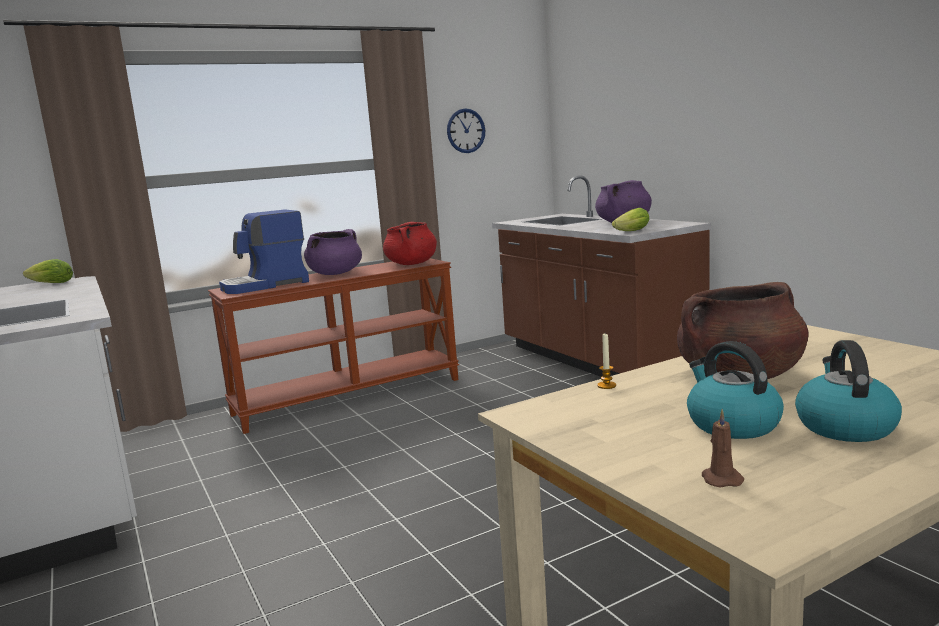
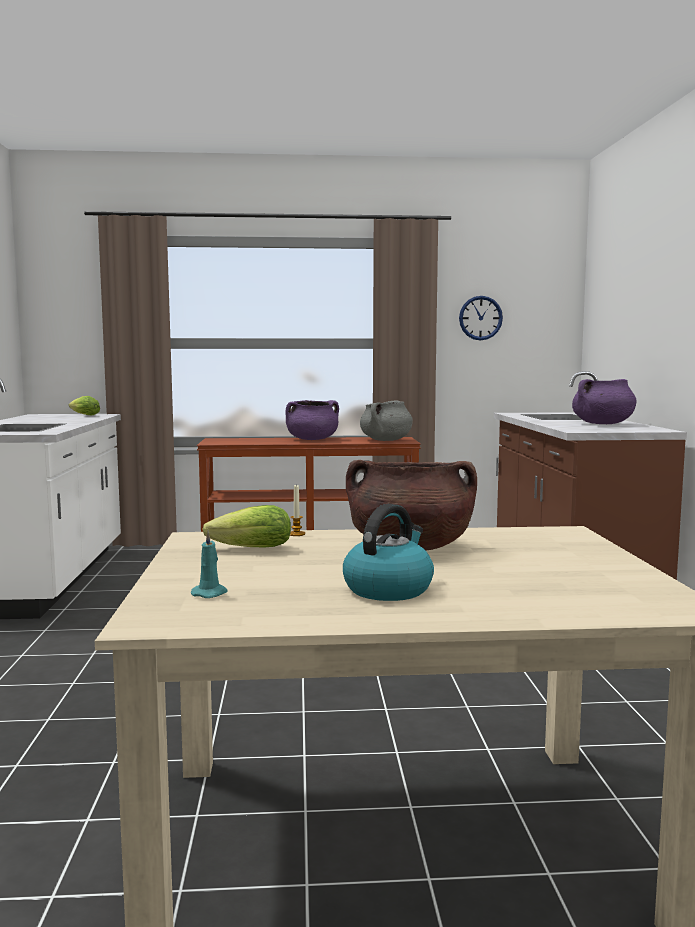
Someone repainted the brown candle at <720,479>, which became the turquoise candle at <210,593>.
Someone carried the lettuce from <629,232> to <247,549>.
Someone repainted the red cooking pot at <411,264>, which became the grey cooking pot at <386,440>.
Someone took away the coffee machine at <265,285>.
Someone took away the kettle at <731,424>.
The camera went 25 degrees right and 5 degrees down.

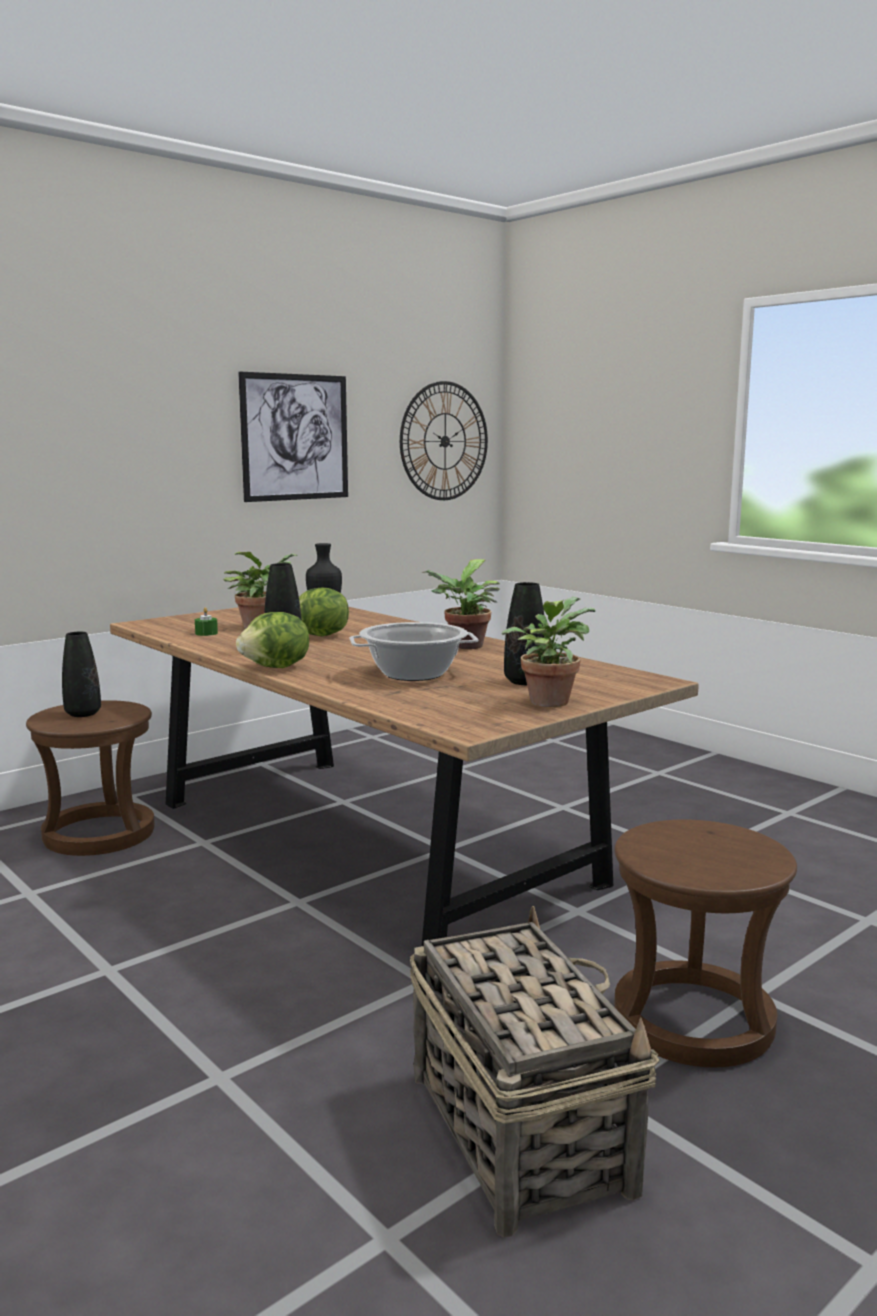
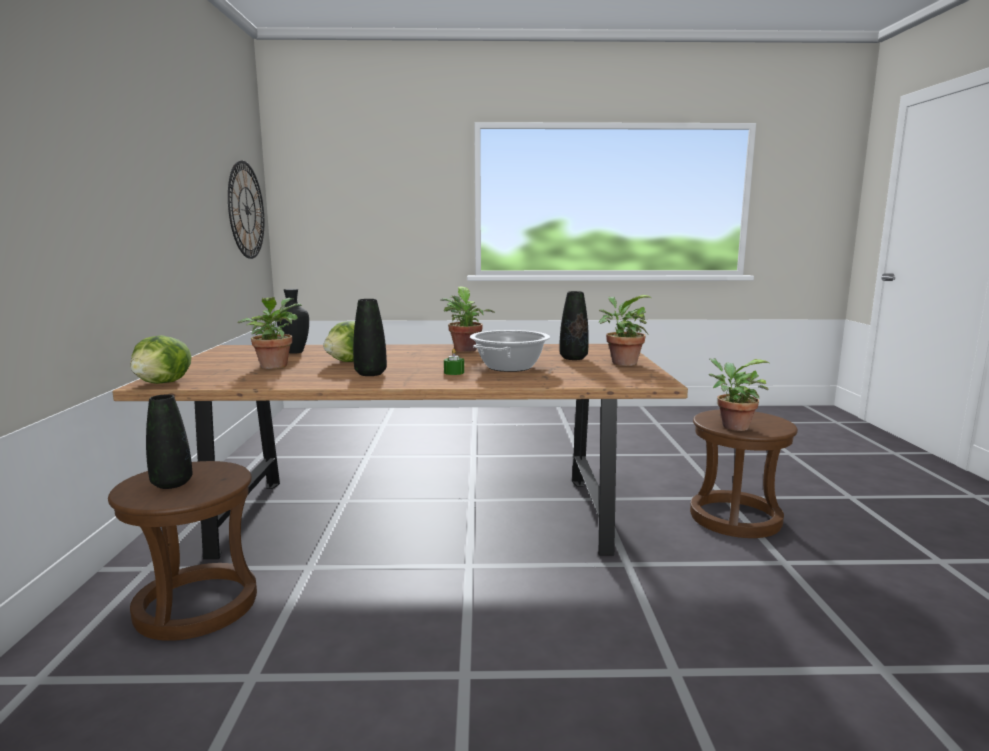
Someone carried the lettuce from <276,668> to <164,383>.
Someone carried the green candle from <206,633> to <454,372>.
Someone put down the potted plant at <731,426>.
Someone took away the picture at <295,437>.
Someone took away the basket at <518,1129>.
The camera went 50 degrees left and 0 degrees up.

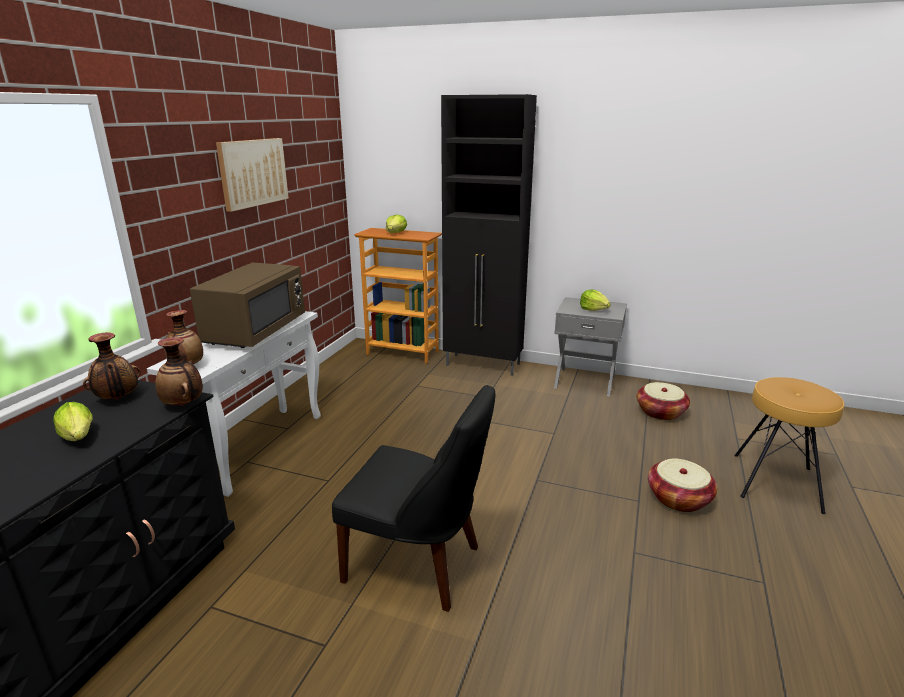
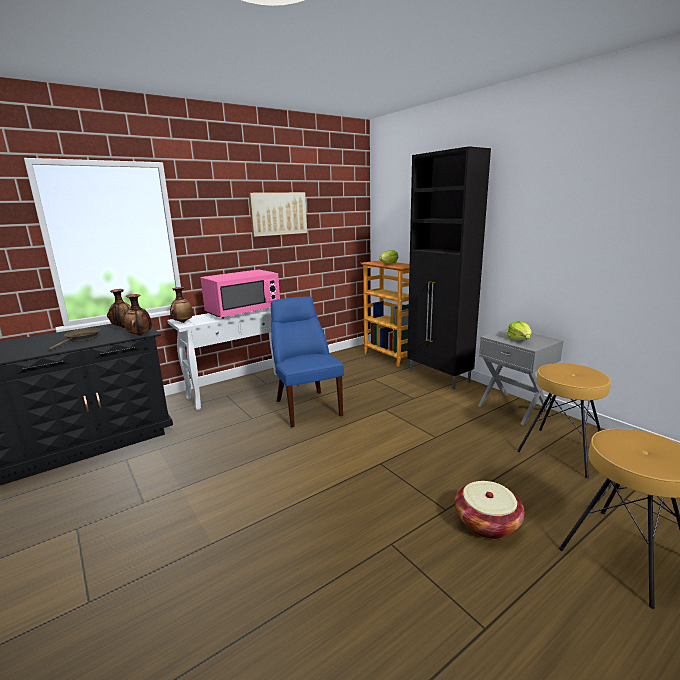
Someone swapped the lettuce at <79,438> for the brown frying pan at <81,339>.
Someone repainted the brown microwave at <256,331>, which became the pink microwave at <243,312>.
Someone put down the blue chair at <306,406>.
Someone swapped the basket at <660,412> for the brown stool at <561,451>.
Someone took away the black chair at <418,565>.
The camera went 35 degrees right and 5 degrees down.

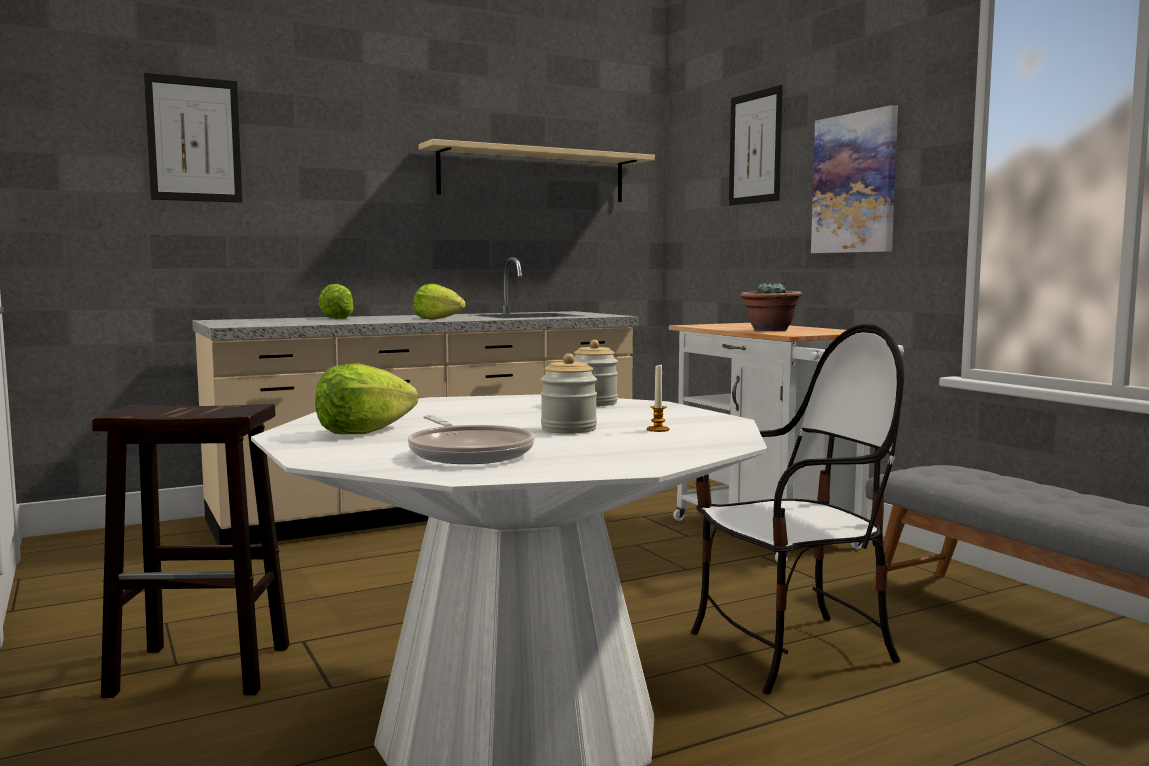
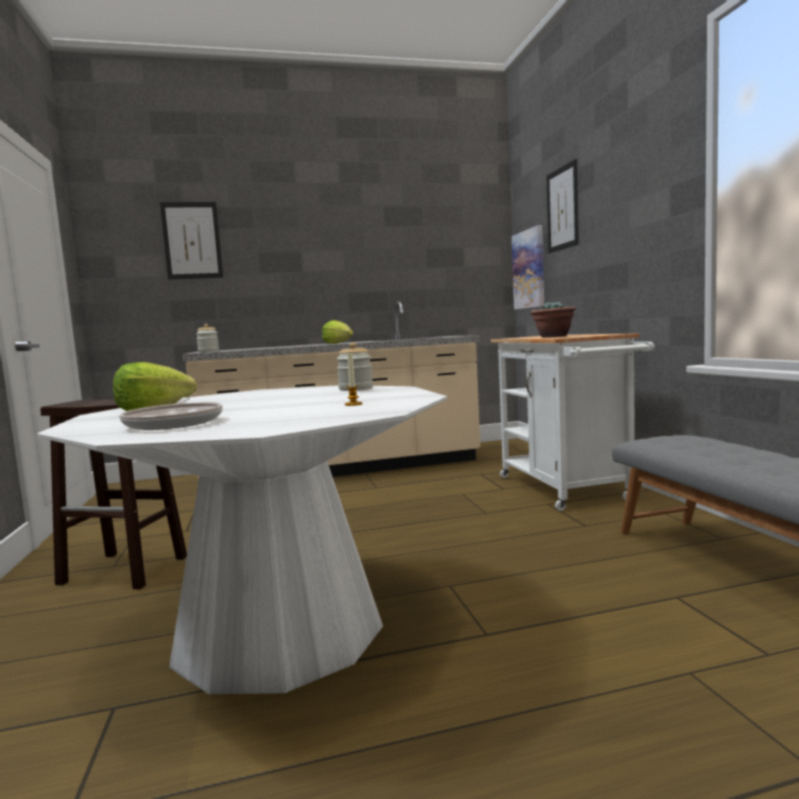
Someone carried the jar from <568,429> to <208,351>.
Someone carried the picture from <855,183> to <529,269>.
Someone took away the lettuce at <338,318>.
Someone took away the beige shelf at <533,175>.
Someone took away the chair at <792,651>.
The camera went 15 degrees right and 0 degrees up.

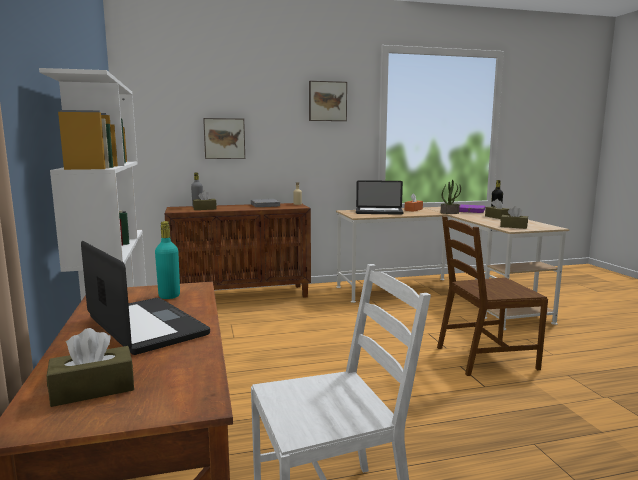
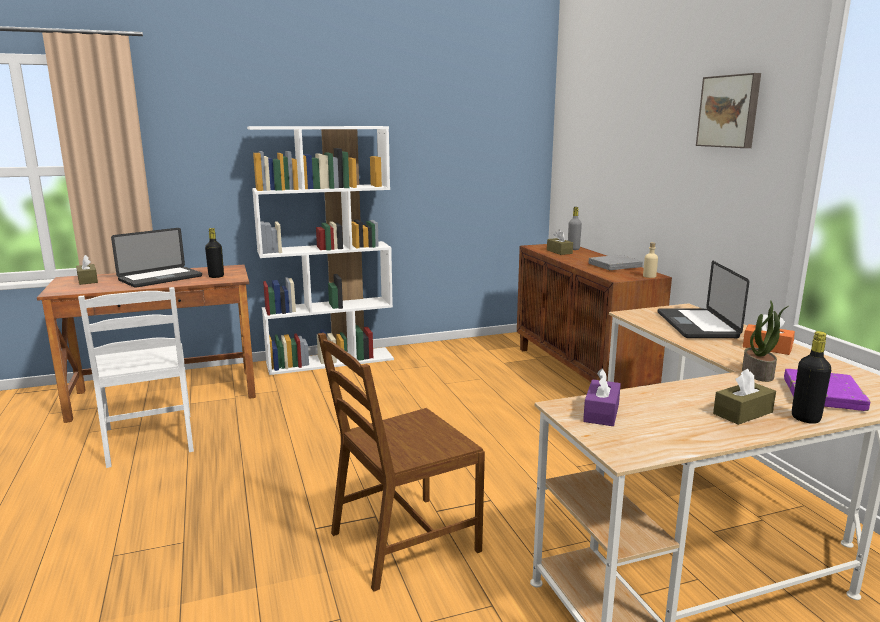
Someone repainted the turquoise bottle at <169,296>, which became the black bottle at <216,276>.
Someone rotated the brown chair at <485,358> by 105 degrees counterclockwise.
Someone repainted the brown tissue box at <513,227>, which became the purple tissue box at <601,413>.
Someone took away the picture at <224,138>.
The camera went 85 degrees right and 5 degrees up.

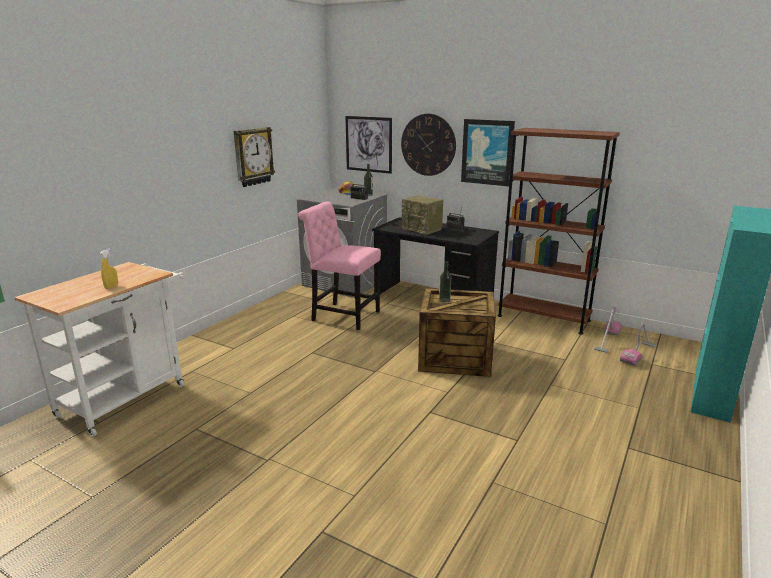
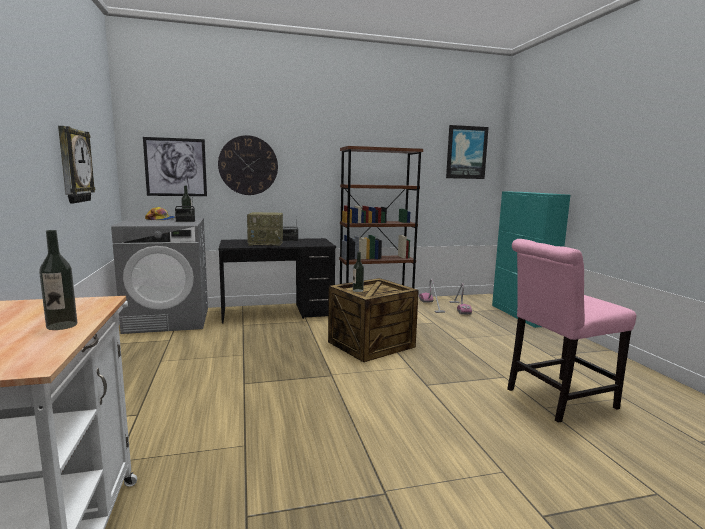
Someone swapped the yellow spray bottle at <111,286> for the bottle at <62,325>.
Someone carried the picture from <487,152> to <466,152>.
Someone carried the pink chair from <342,315> to <556,399>.
The camera went 45 degrees left and 10 degrees down.

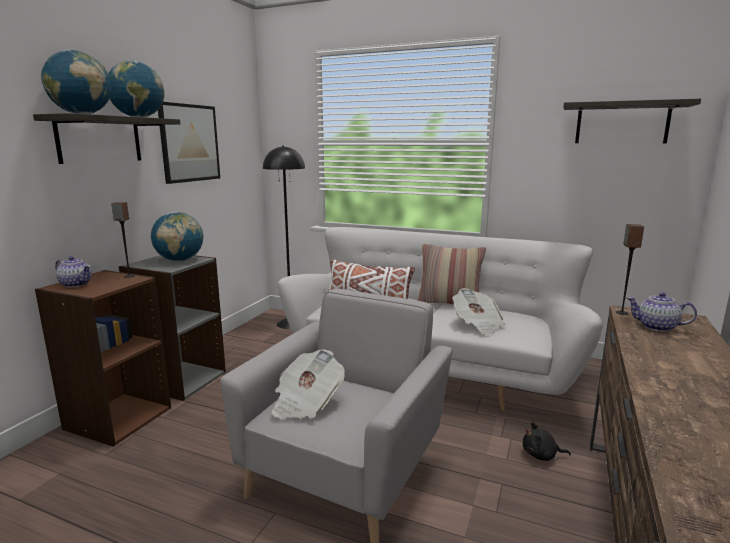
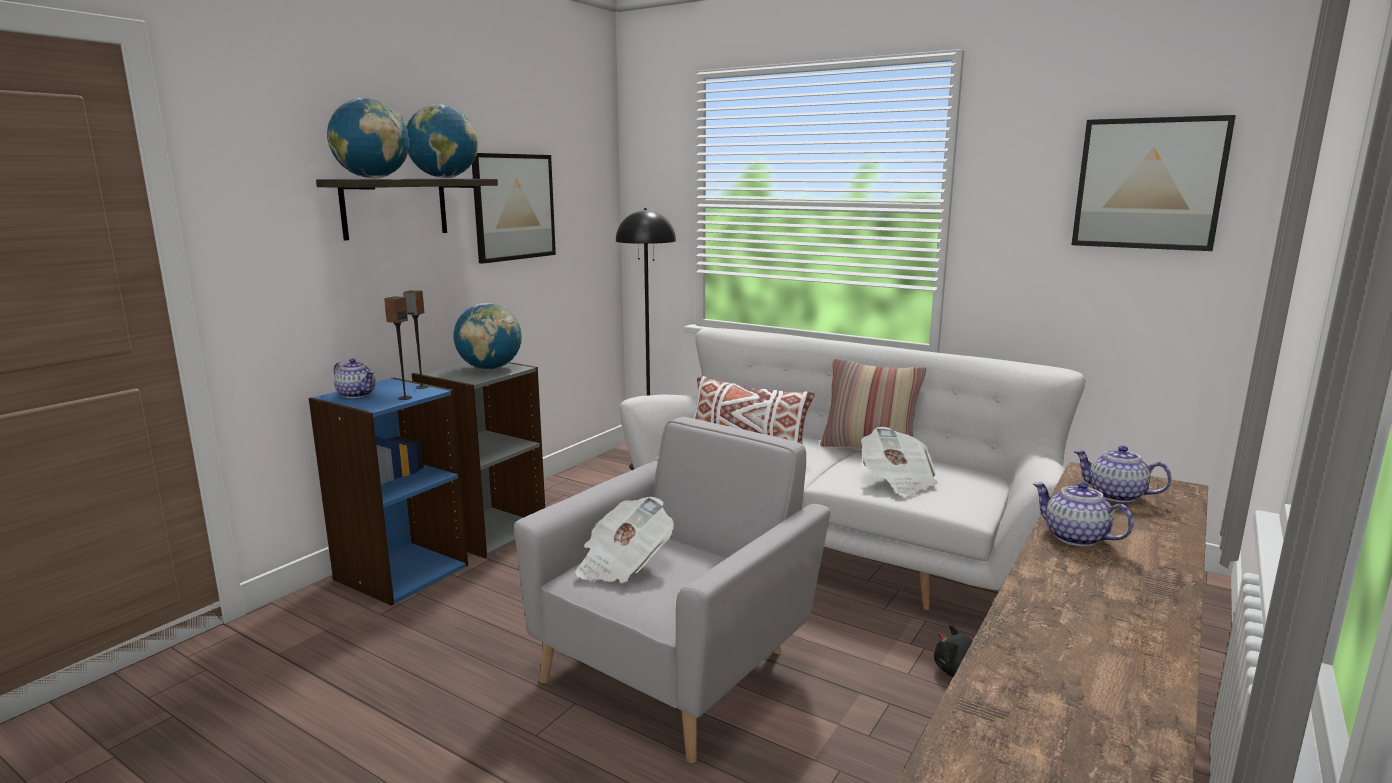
Someone repainted the brown bookcase at <117,418>, which became the blue bookcase at <401,572>.
Someone carried the speaker from <621,313> to <405,398>.
Someone put down the teapot at <1075,537>.
Someone swapped the shelf at <622,123> for the picture at <1148,184>.
The camera went 10 degrees right and 0 degrees up.

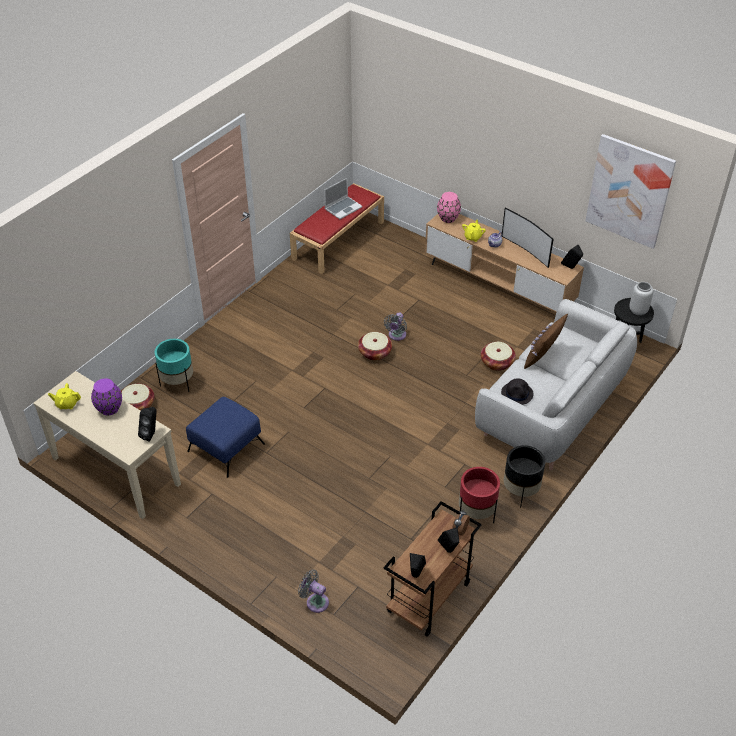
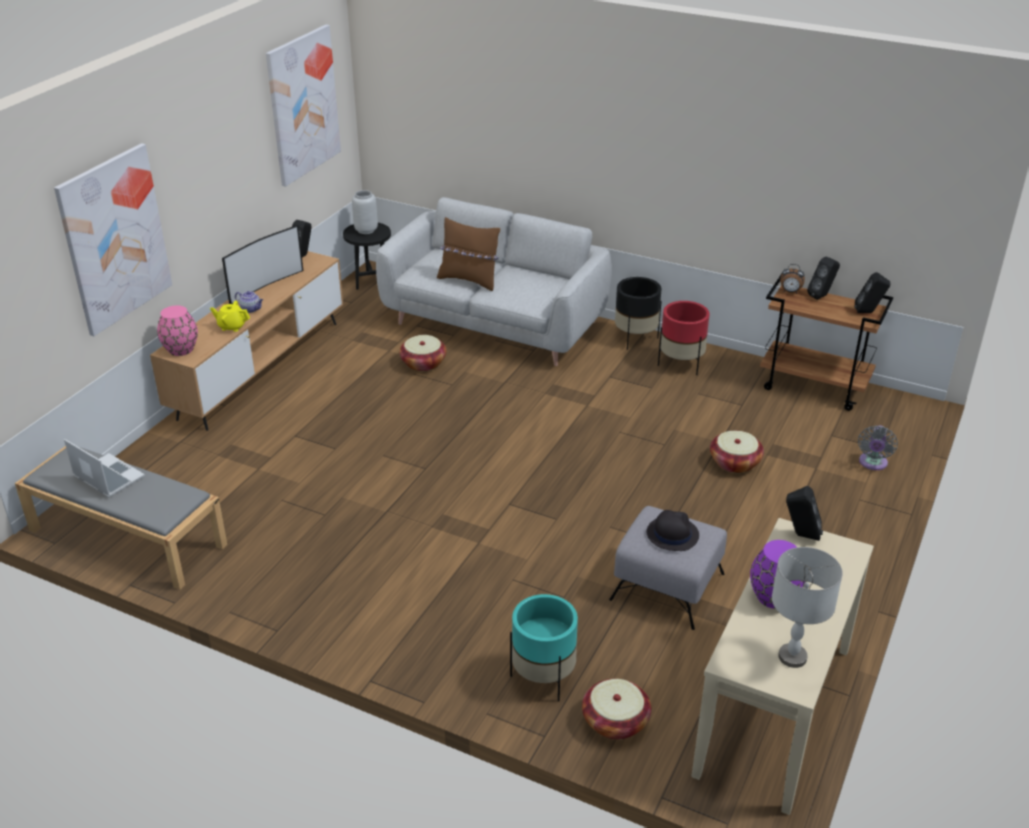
Someone repainted the red bench at <338,240>, which became the grey bench at <126,537>.
Someone put up the picture at <114,239>.
Someone repainted the blue ottoman at <226,447>, which became the grey ottoman at <666,586>.
Someone carried the black hat from <517,393> to <672,534>.
Someone carried the basket from <375,353> to <735,463>.
Someone swapped the yellow teapot at <67,404> for the grey table lamp at <792,657>.
Someone took away the grey fan at <396,336>.
The camera went 100 degrees left and 10 degrees down.

